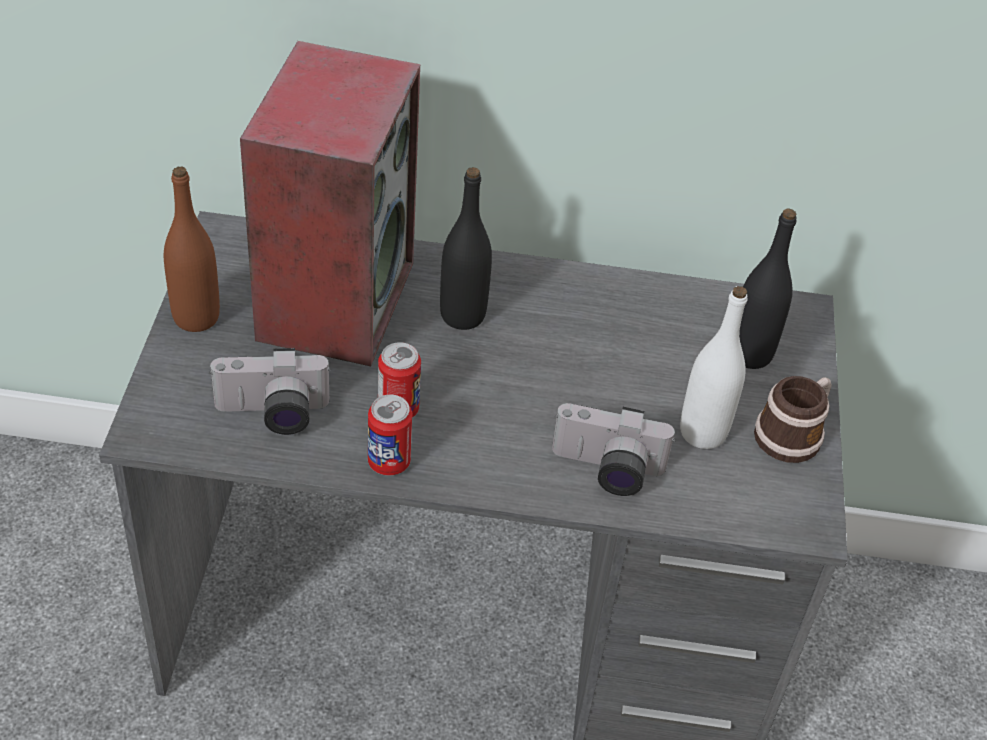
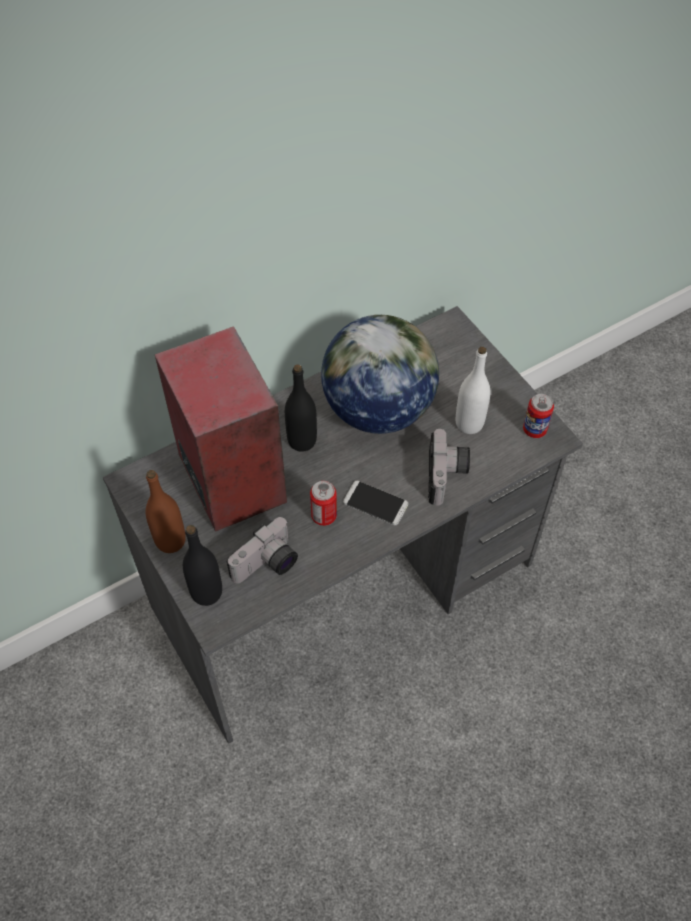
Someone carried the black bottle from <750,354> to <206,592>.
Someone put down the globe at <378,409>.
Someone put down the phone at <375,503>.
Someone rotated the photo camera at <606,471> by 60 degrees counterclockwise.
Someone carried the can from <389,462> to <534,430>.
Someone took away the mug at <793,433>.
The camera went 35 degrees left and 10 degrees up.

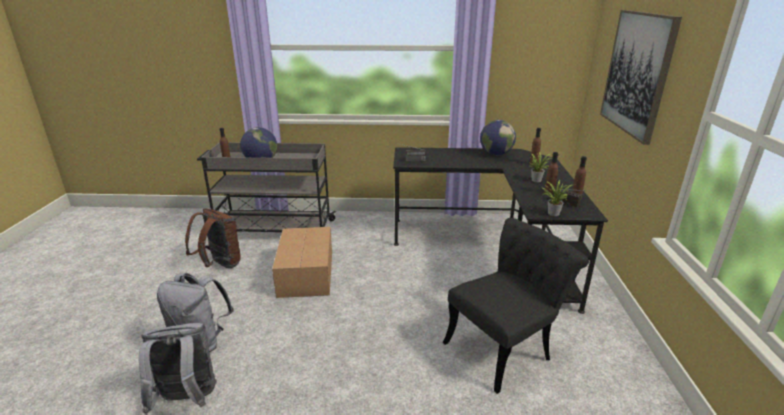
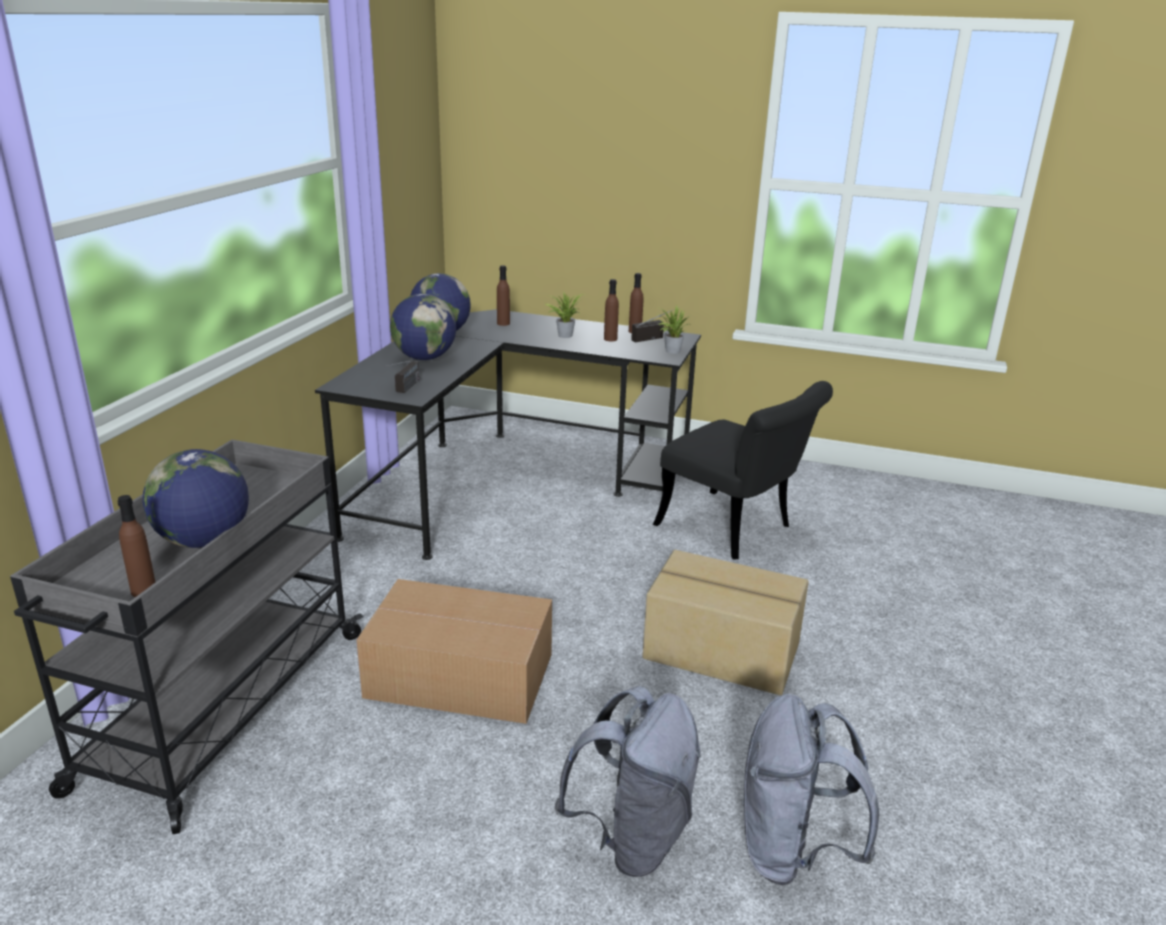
Someone put down the globe at <424,358>.
Someone put down the cardboard box at <721,652>.
Someone rotated the black chair at <504,347> by 150 degrees clockwise.
Someone took away the brown backpack at <220,265>.
Someone took away the picture at <637,73>.
The camera went 75 degrees left and 0 degrees up.

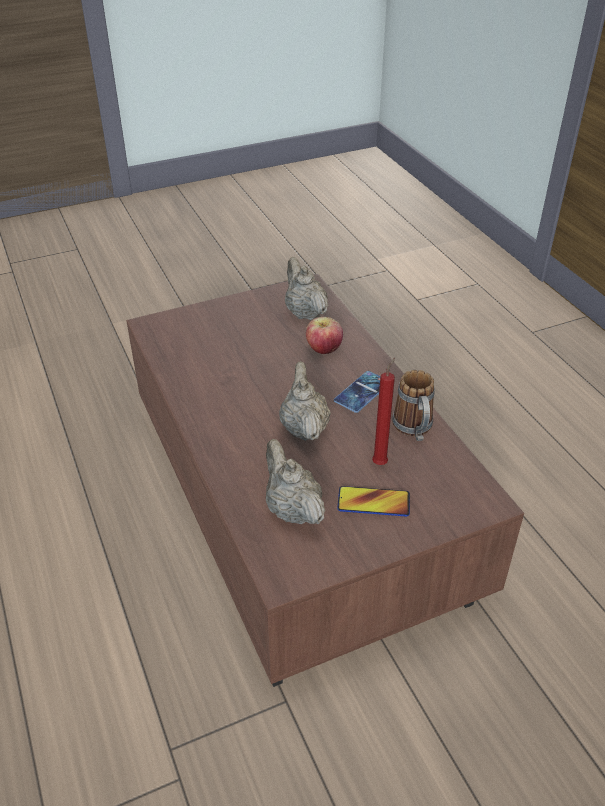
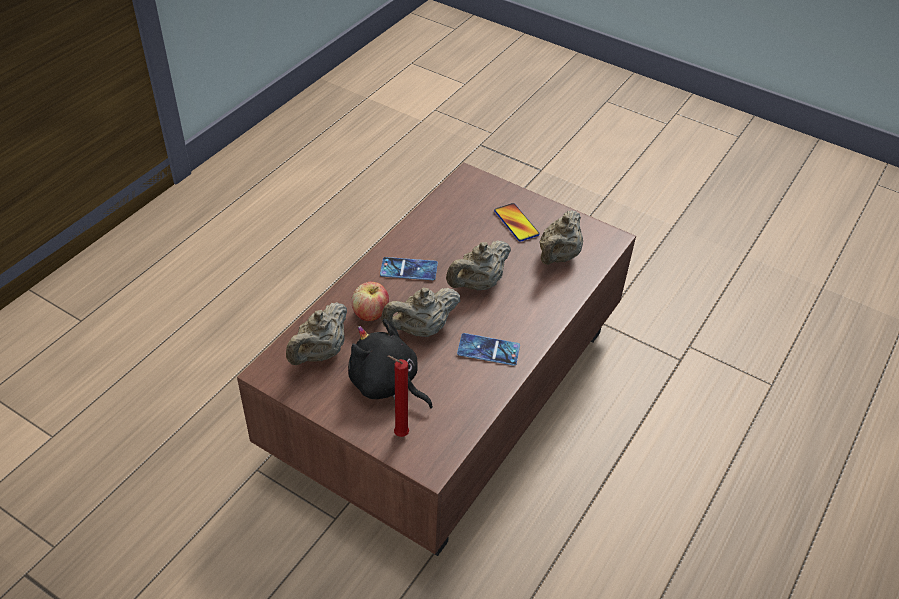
Someone put down the black plush toy at <386,384>.
Someone put down the beige teapot at <421,329>.
Someone carried the red candle from <381,462> to <398,434>.
Someone put down the phone at <488,350>.
Someone took away the mug at <414,430>.
The camera went 125 degrees left and 5 degrees up.

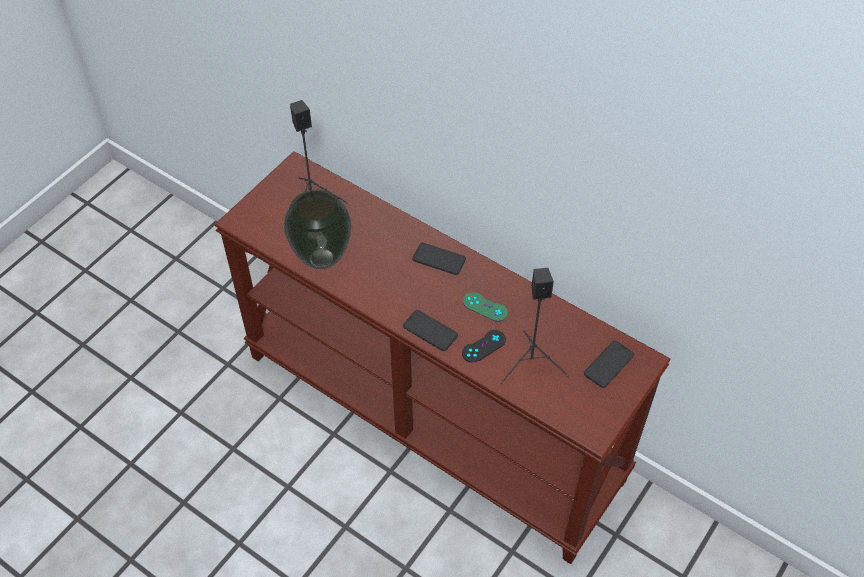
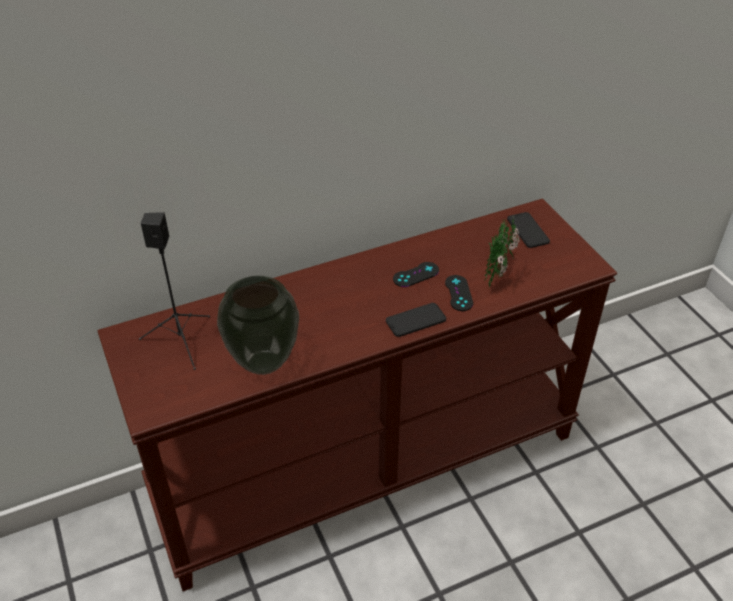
Someone repainted the green game controller at <485,307>, which became the black game controller at <416,275>.
Someone swapped the black speaker at <532,363> for the potted plant at <497,271>.
Someone took away the phone at <439,259>.
The camera went 60 degrees left and 10 degrees down.

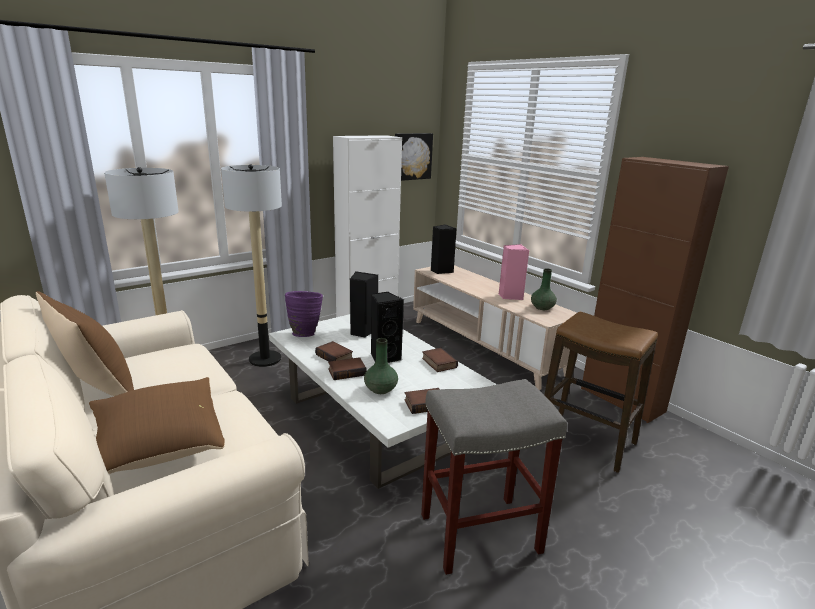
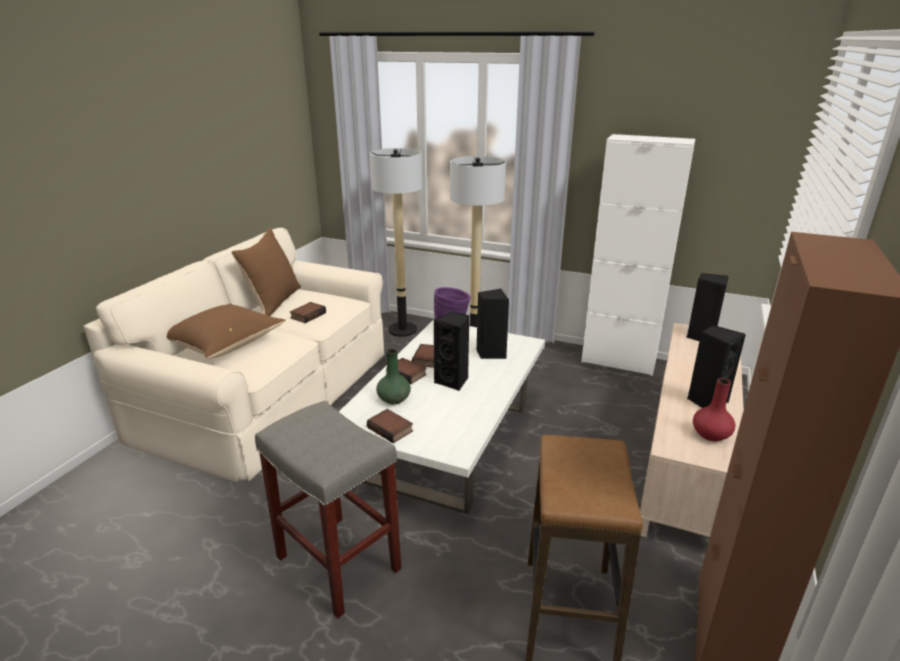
Someone carried the book from <438,363> to <308,315>.
Someone repainted the pink speaker at <510,296>, which became the black speaker at <706,401>.
Someone repainted the green vase at <542,307>, which became the red vase at <711,435>.
Someone took away the picture at <412,156>.
The camera went 60 degrees right and 5 degrees up.

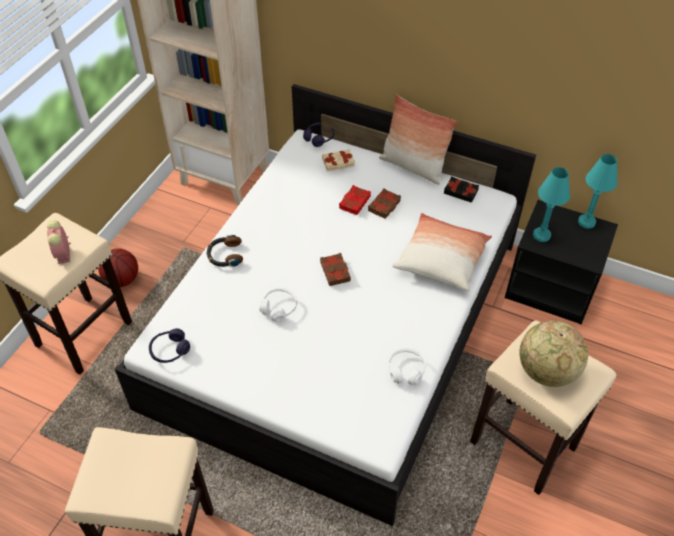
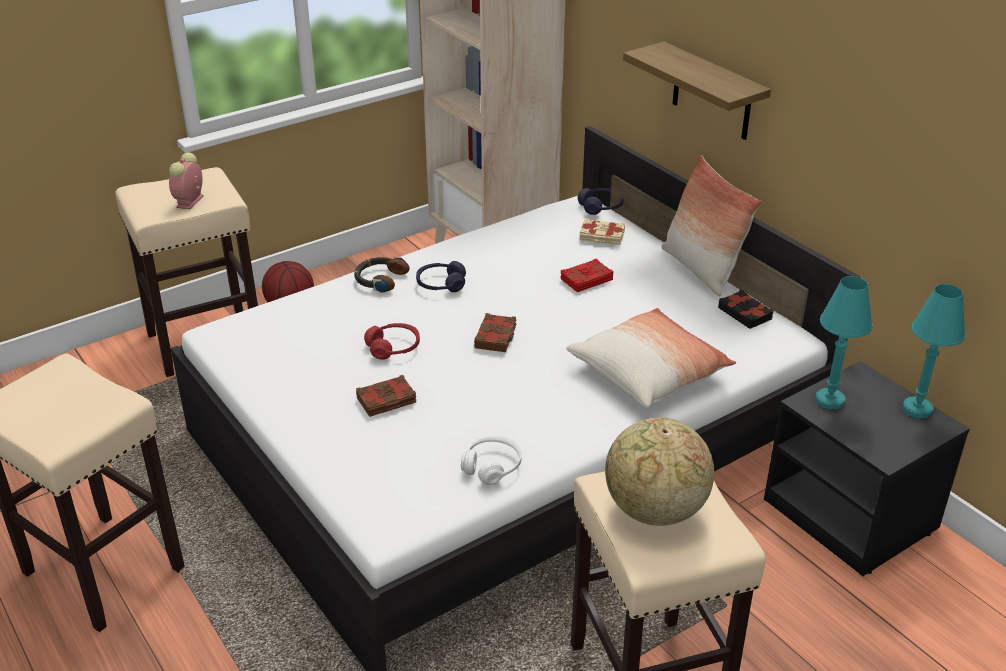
Someone carried the brown book from <384,206> to <387,401>.
Someone repainted the white headphones at <279,308>, which became the red headphones at <393,348>.
Someone carried the purple headphones from <170,350> to <441,284>.
Someone put up the shelf at <712,92>.
The camera went 30 degrees right and 15 degrees down.

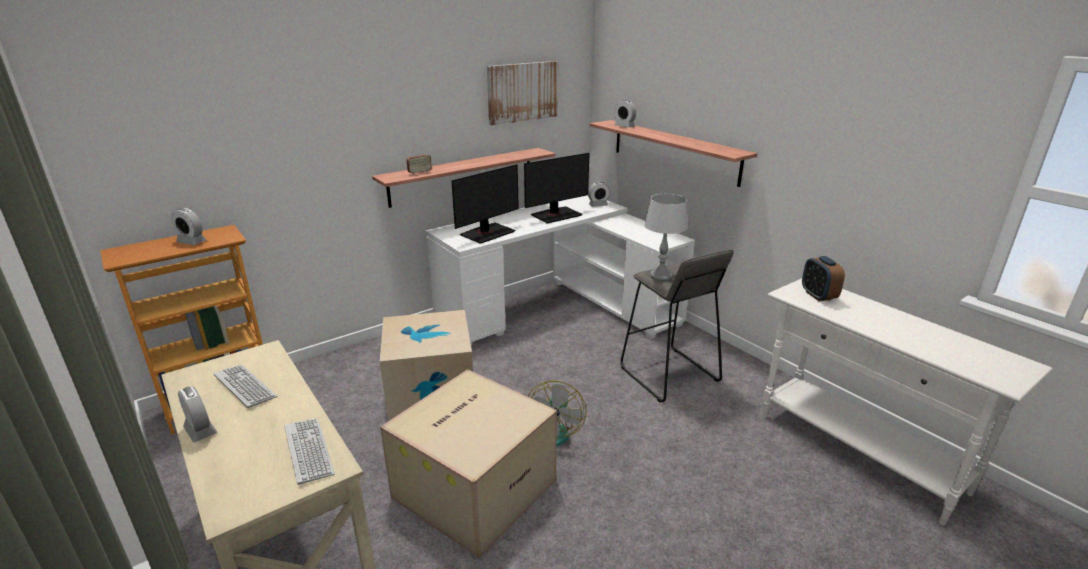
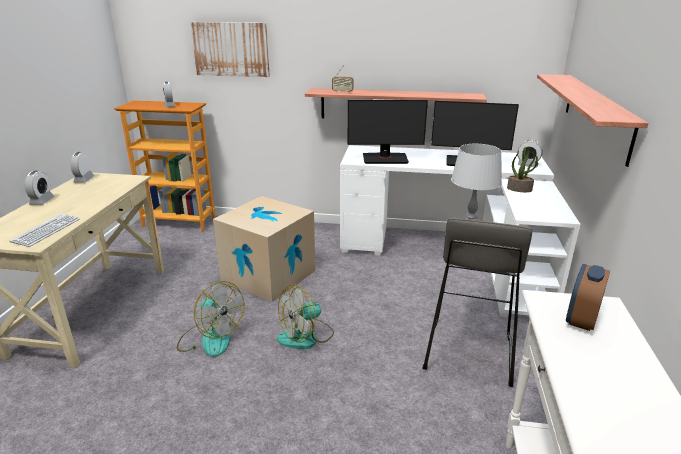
Someone carried the alarm clock from <624,126> to <84,179>.
Someone swapped the cardboard box at <474,486> for the fan at <210,338>.
Someone carried the picture from <522,92> to <231,49>.
Someone put down the potted plant at <519,189>.
Someone took away the keyboard at <245,386>.
The camera went 45 degrees right and 0 degrees up.

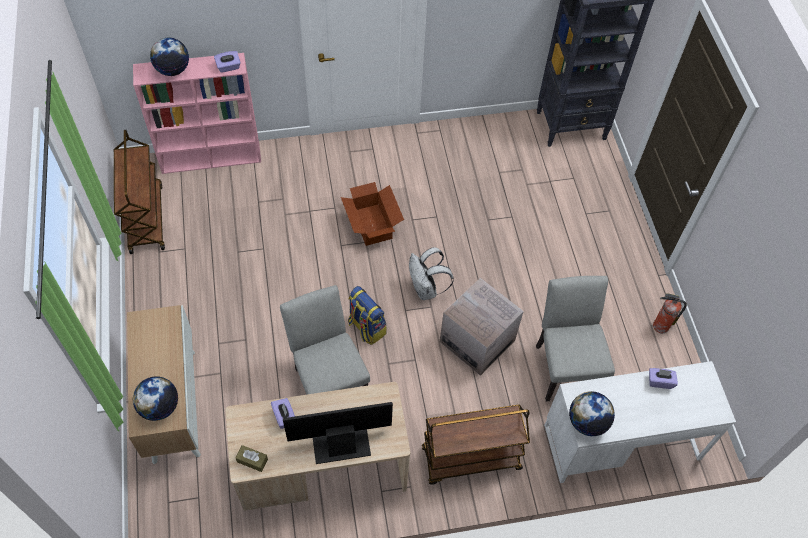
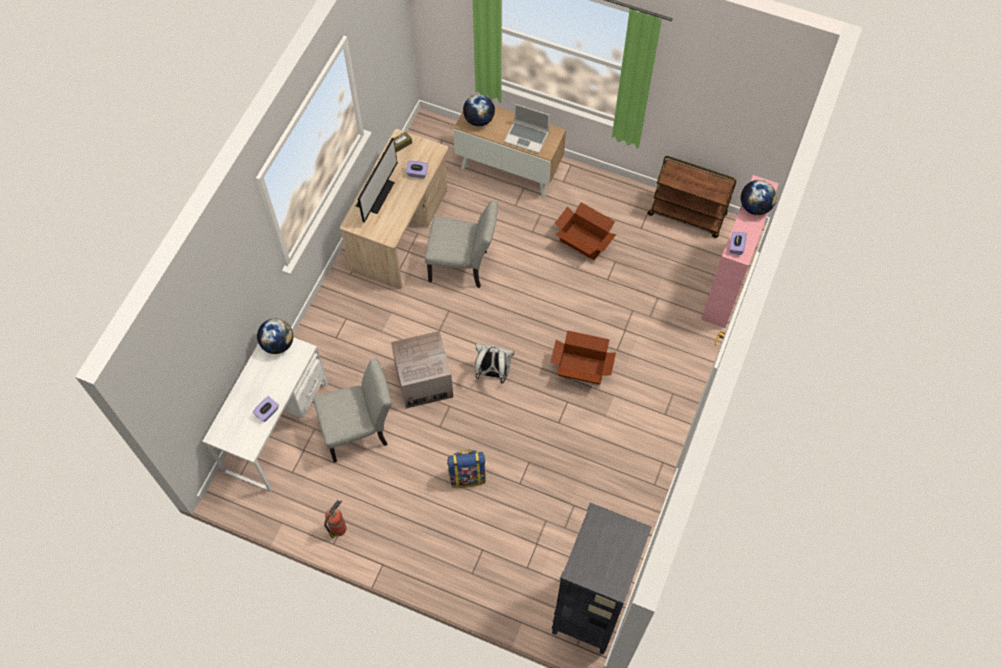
Someone rotated the grey chair at <565,365> by 45 degrees counterclockwise.
Someone carried the backpack from <366,327> to <467,475>.
Someone put down the laptop at <527,137>.
Someone put down the cardboard box at <583,242>.
Someone took away the brown cart at <470,459>.
The camera went 125 degrees right and 5 degrees up.

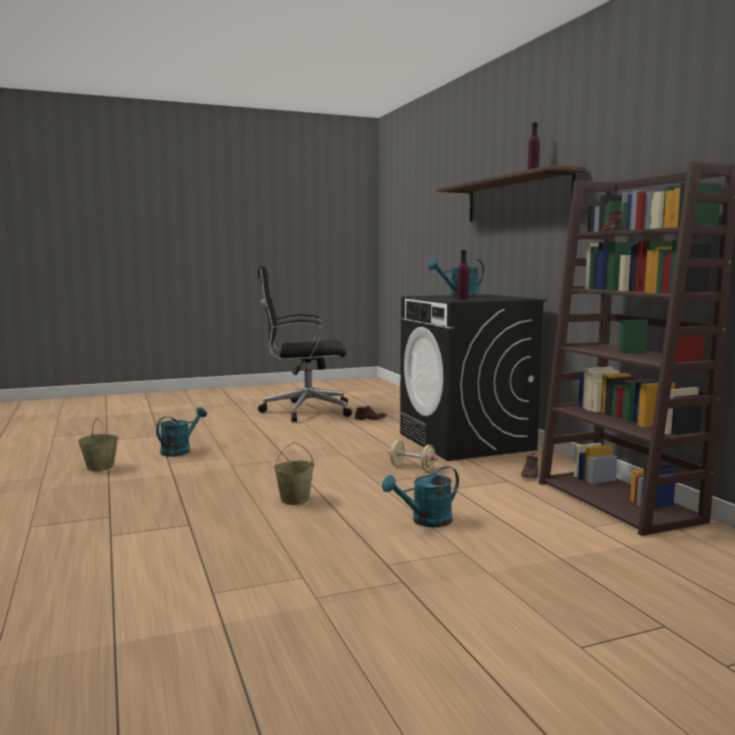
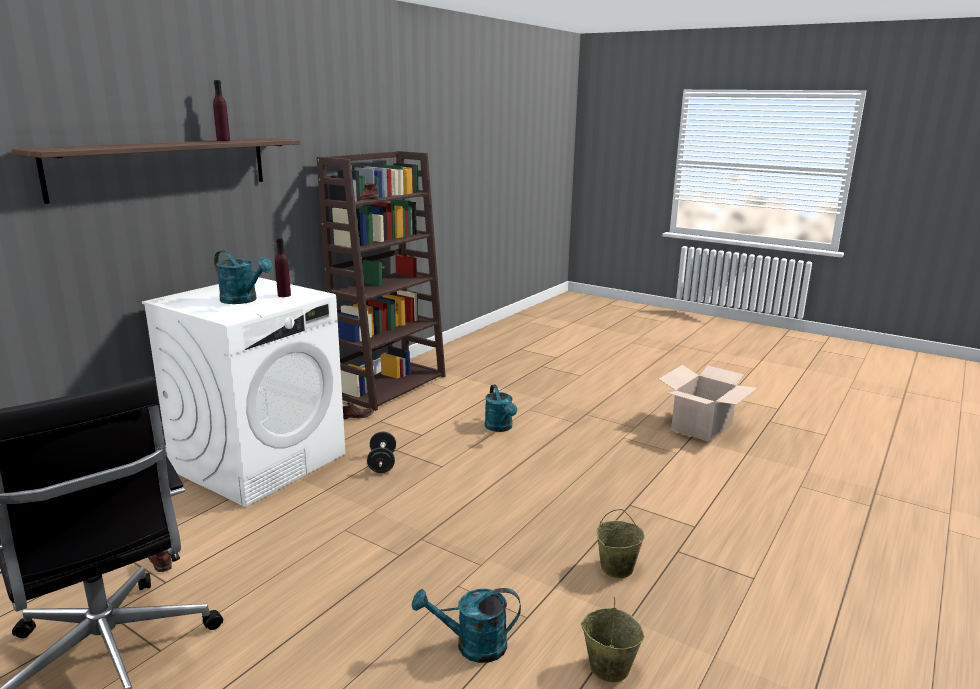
Someone repainted the black washing machine at <466,442>, which became the white washing machine at <260,461>.
Someone repainted the beige dumbbell at <412,467>, which became the black dumbbell at <382,463>.
Someone rotated the turquoise watering can at <425,521> by 45 degrees clockwise.
Someone carried the beige bucket from <295,499> to <616,568>.
Someone put down the cardboard box at <701,427>.
The camera went 125 degrees left and 10 degrees up.

